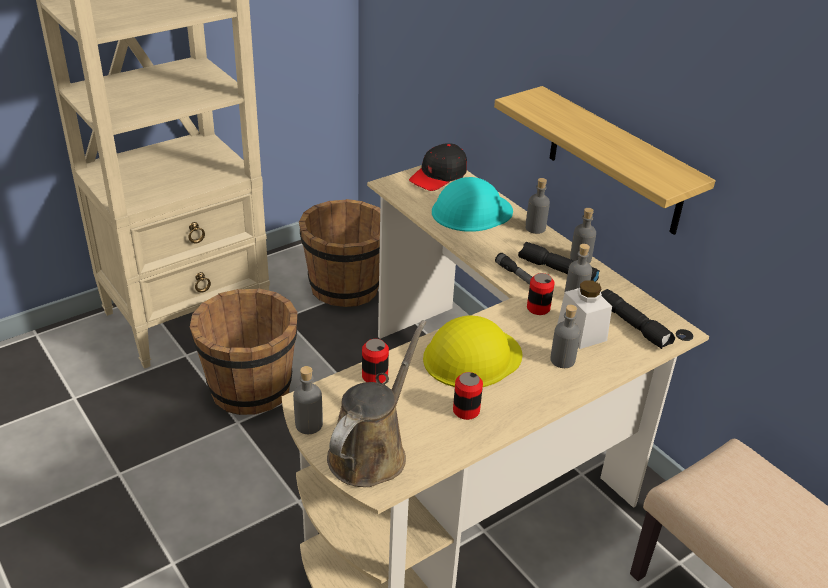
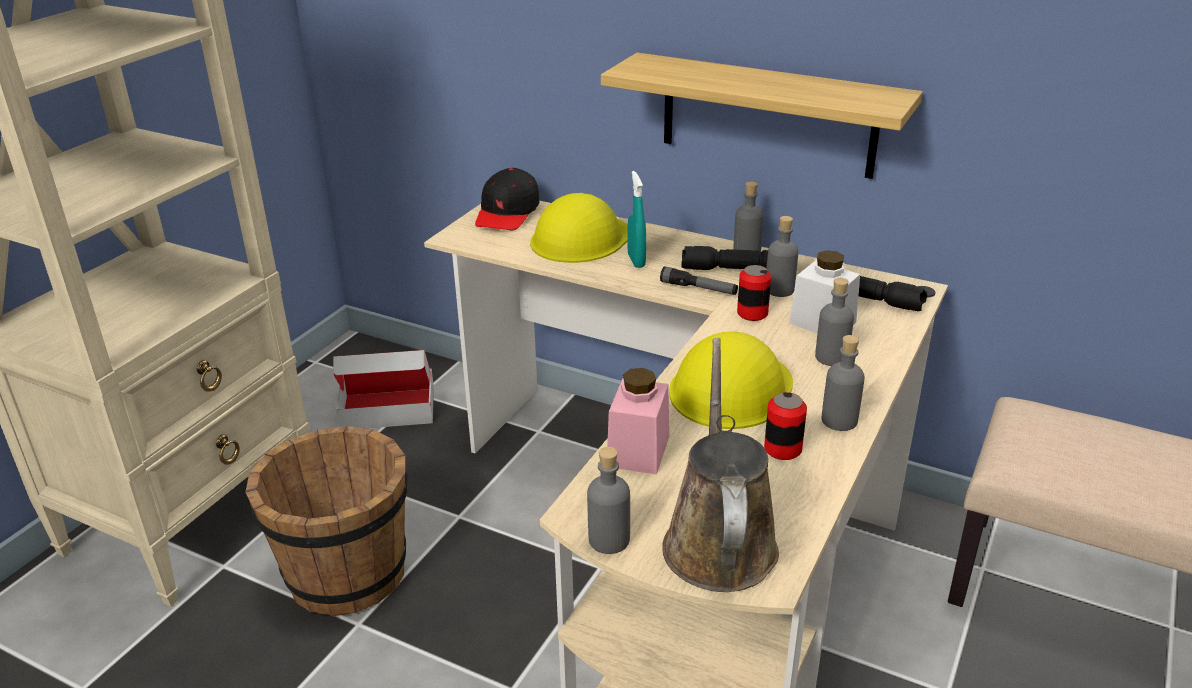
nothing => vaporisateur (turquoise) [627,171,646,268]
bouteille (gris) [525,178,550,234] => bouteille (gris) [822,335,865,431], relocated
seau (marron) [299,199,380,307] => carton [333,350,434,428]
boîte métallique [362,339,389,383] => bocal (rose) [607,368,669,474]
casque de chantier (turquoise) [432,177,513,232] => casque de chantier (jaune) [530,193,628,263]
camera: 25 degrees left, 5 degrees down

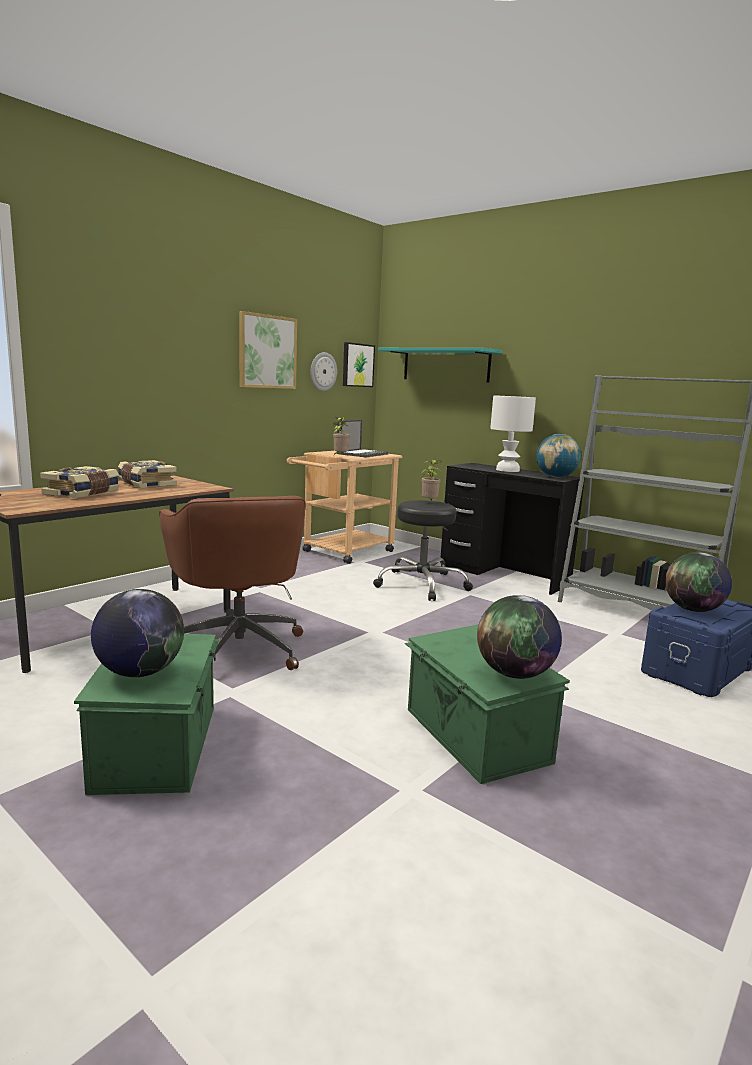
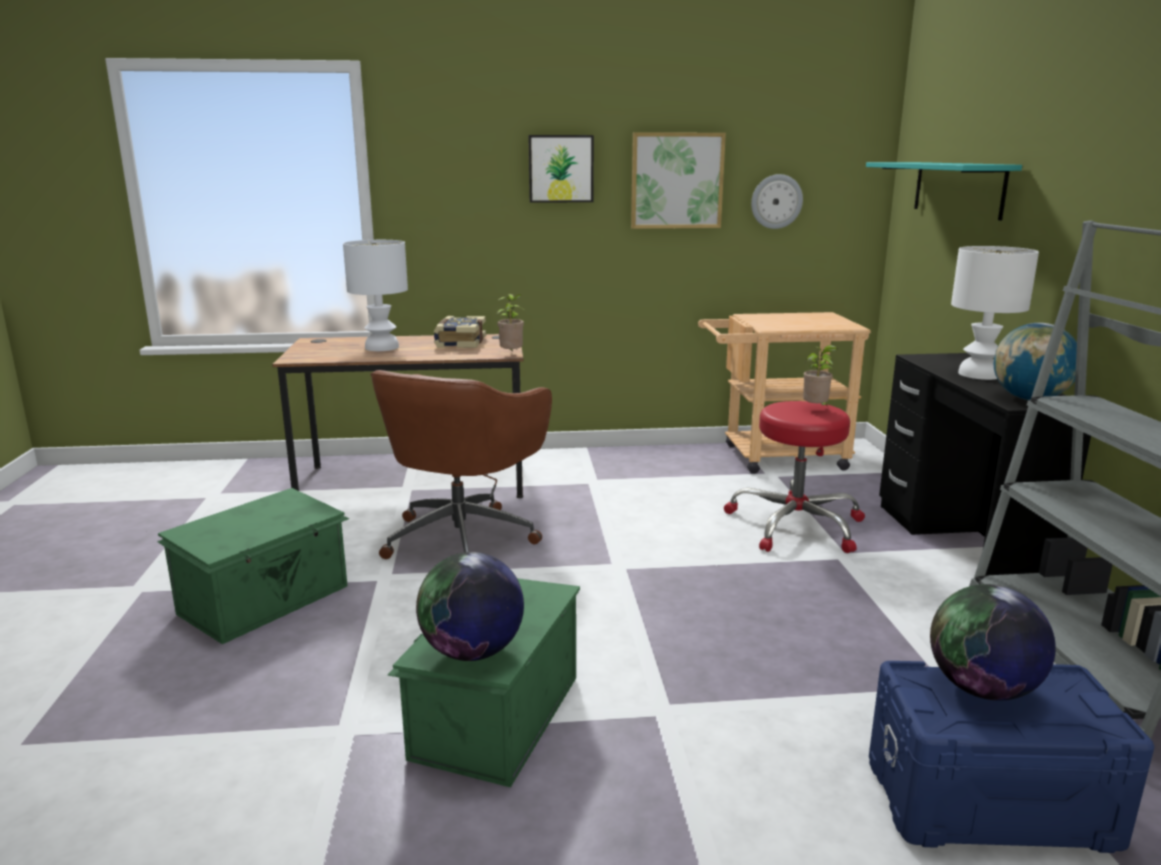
globe [91,589,184,677] => nothing
ordinateur portable [337,420,389,457] => nothing
plante en pot [333,417,350,455] => plante en pot [497,294,524,352], relocated
tableau [343,342,375,387] => tableau [528,135,594,203], relocated
livre [40,466,119,498] => lampe de table (blanc) [343,240,408,351]
tabouret (noir) [373,500,473,601] => tabouret (rouge) [724,401,865,553]
camera: 45 degrees right, 5 degrees up

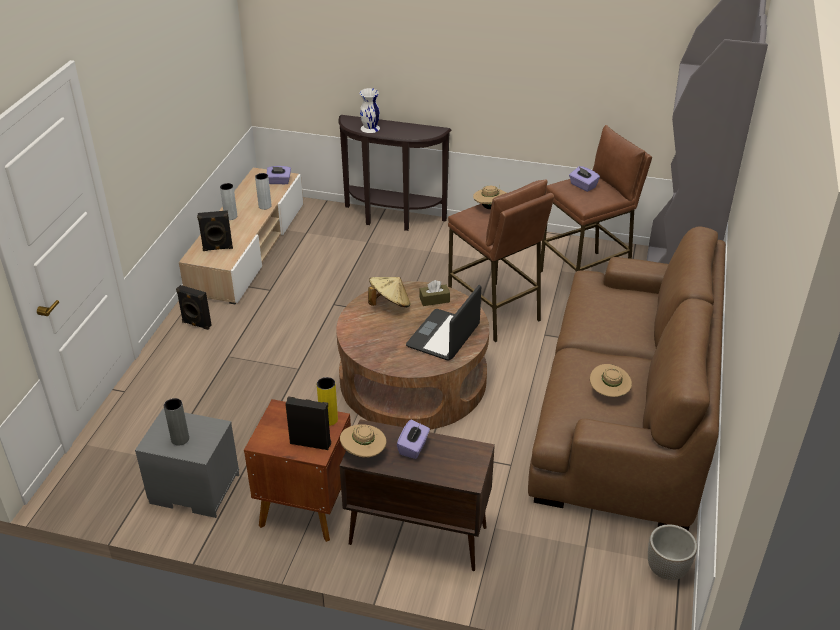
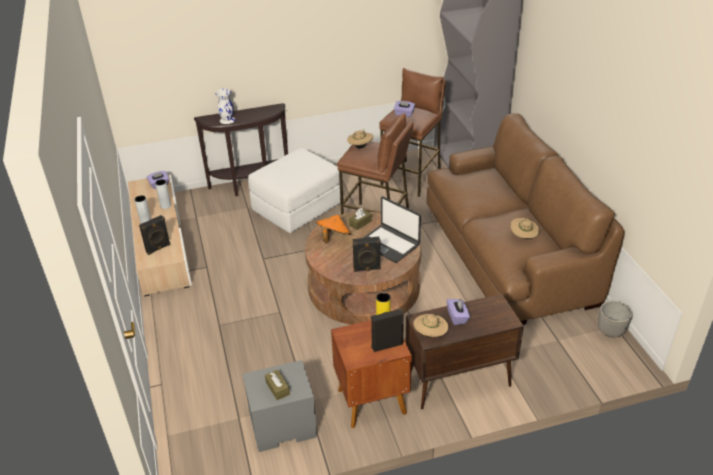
nothing => pouf (blanc) [248,148,340,233]
enceinte (noir) [176,285,212,330] => enceinte (noir) [353,237,381,272], relocated
vase (gris) [164,398,189,446] => boîte à mouchoirs (marron) [265,370,290,400]
chapeau (beige) [368,277,411,307] => chapeau (orange) [316,215,351,242]
ordinateur portable [406,285,481,361] => ordinateur portable [363,197,421,263], 45 degrees counterclockwise
camera: 30 degrees left, 0 degrees up

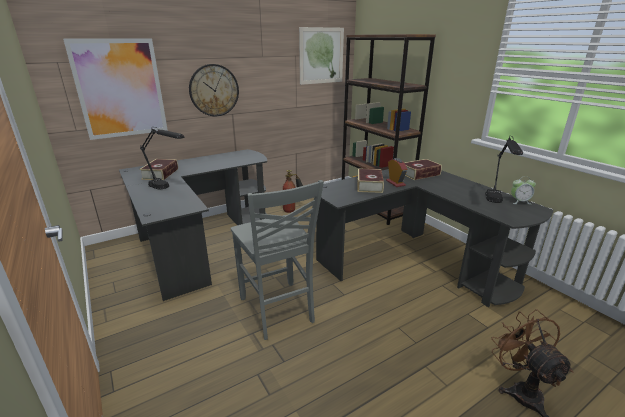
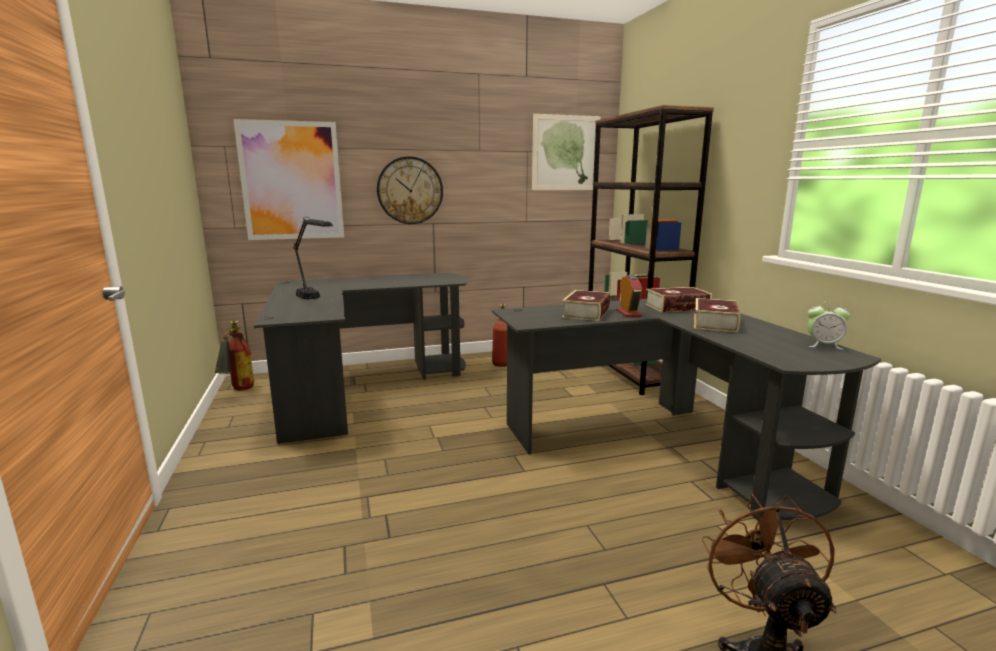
chaise (gris) [231,180,324,340] => nothing
lampe de table (noir) [485,136,523,203] => nothing
nothing => extincteur [215,320,254,390]
livre [139,159,178,180] => livre [694,298,740,333], relocated
camera: 15 degrees right, 10 degrees down

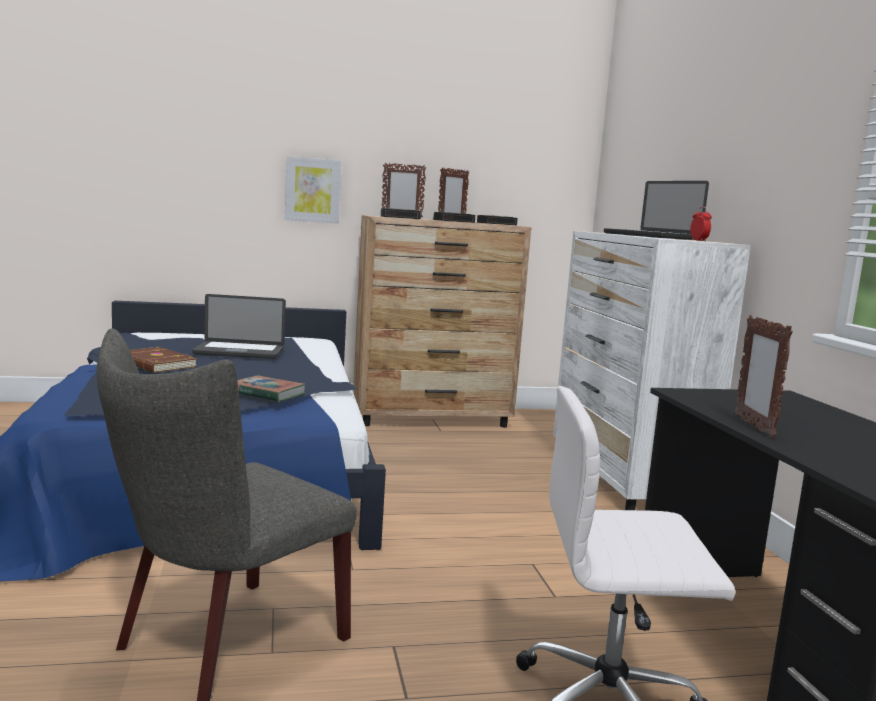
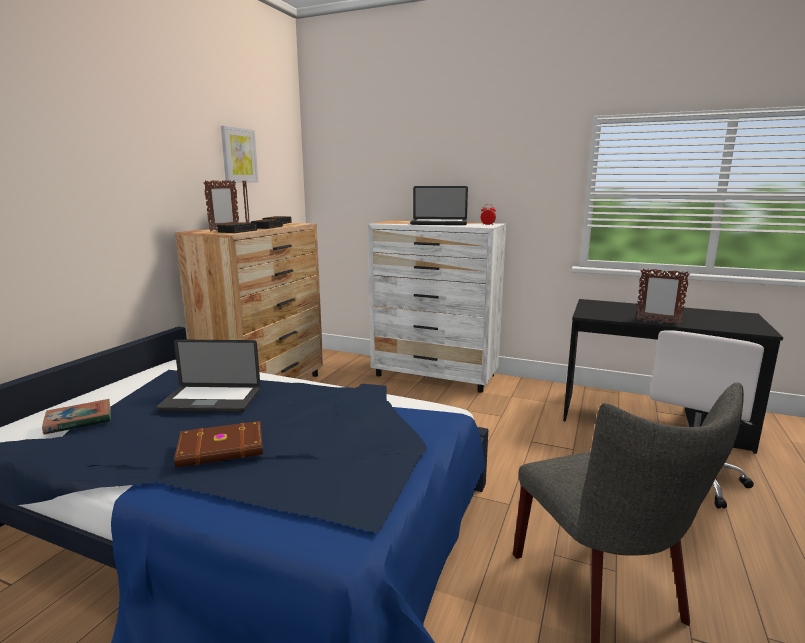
livre [237,375,306,402] => livre [42,399,111,435], relocated
tableau [285,156,342,223] => tableau [221,126,258,183], relocated
ordinateur portable [192,294,286,359] => ordinateur portable [156,339,260,412], 60 degrees clockwise
camera: 55 degrees left, 5 degrees up

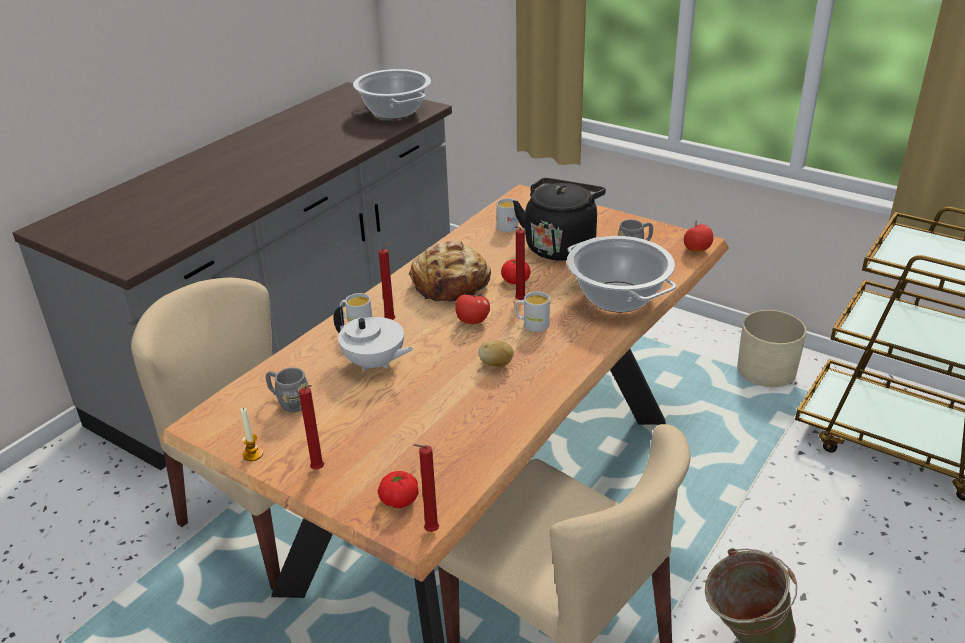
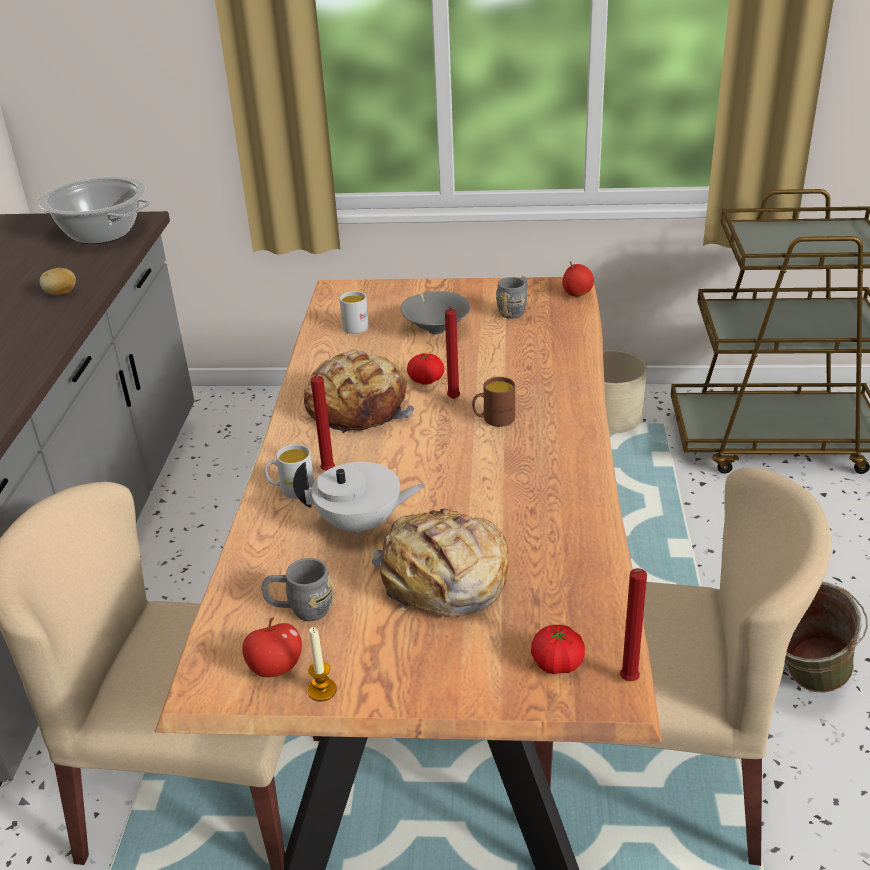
bougie (rouge) [299,385,324,469] => nothing
marmite [567,236,677,313] => nothing
nothing => pain [372,509,509,617]
pomme [455,290,490,324] => pomme [242,617,302,677], relocated
pomme de terre [479,340,514,367] => pomme de terre [40,268,76,295], relocated
bouilloire (noir) [513,178,606,261] => bol (gris) [401,291,471,335]
mug (blanc) [515,291,550,332] => mug (marron) [472,377,515,427]
camera: 30 degrees left, 0 degrees up

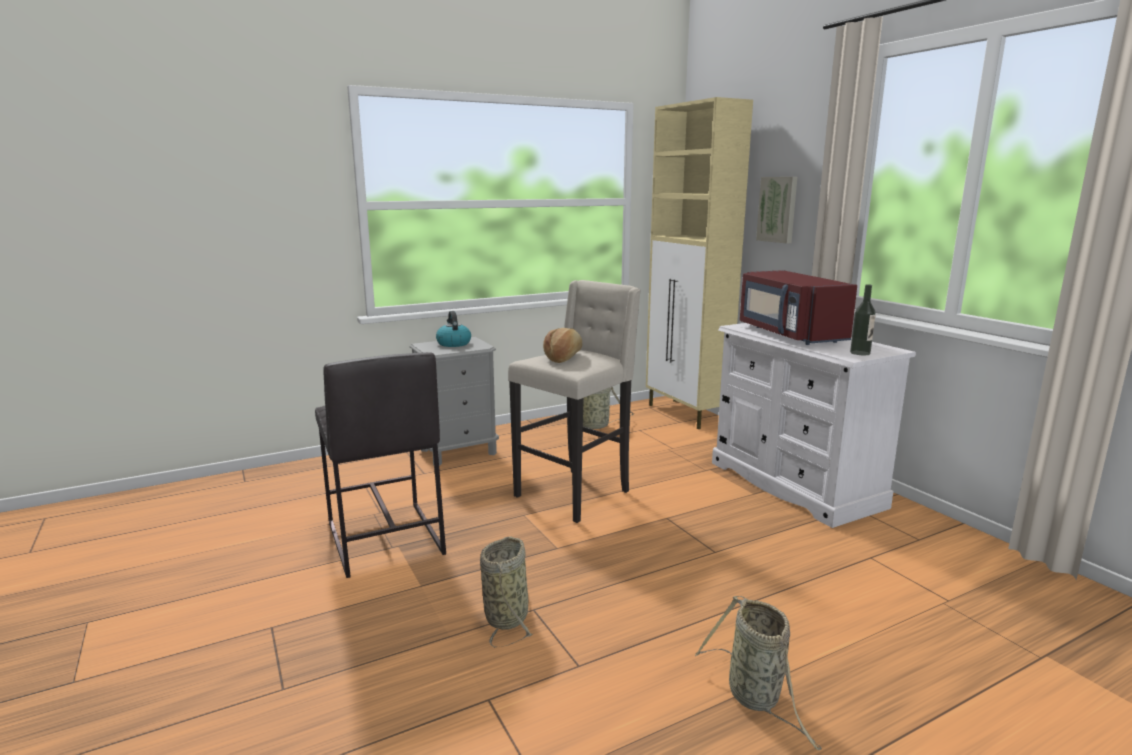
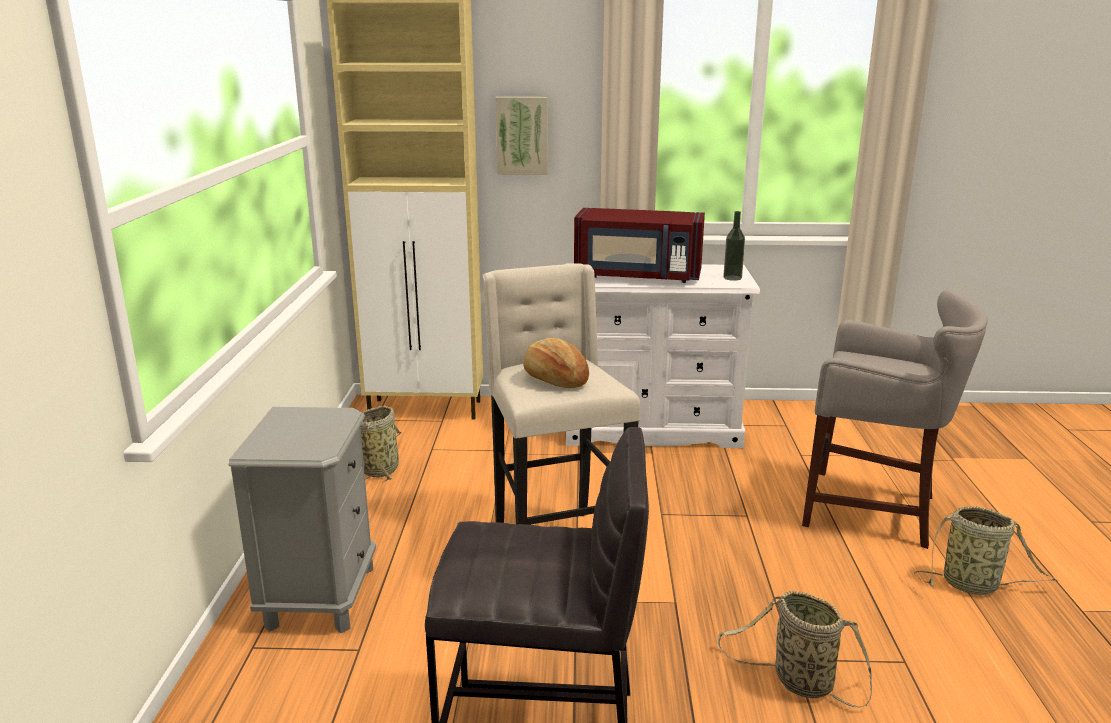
bouilloire [436,311,471,347] => nothing
nothing => tabouret (gris) [802,290,988,549]
camera: 60 degrees left, 5 degrees up

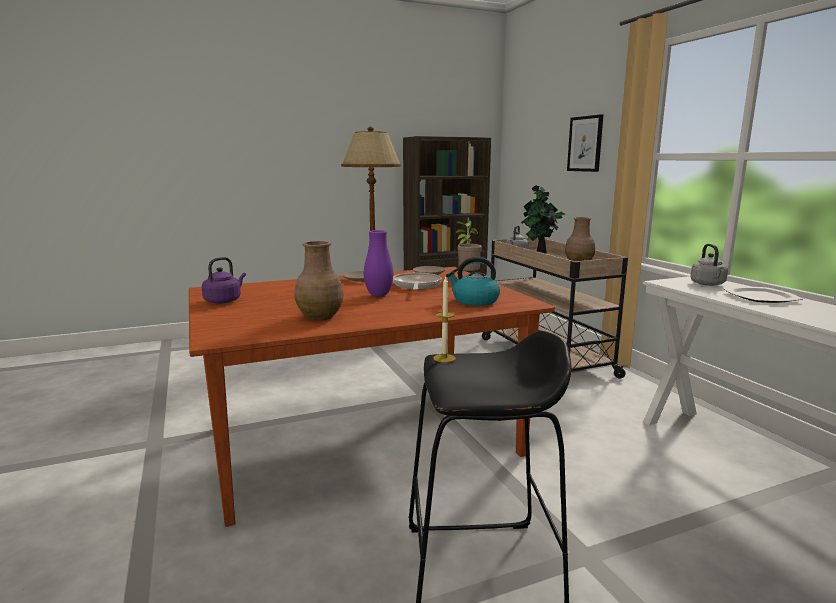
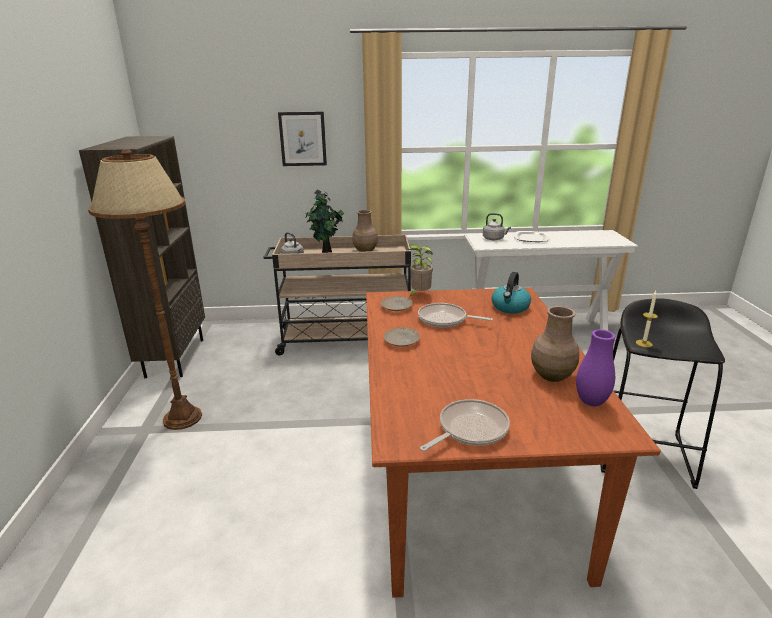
vase (violet) [364,230,393,297] => vase (violet) [576,329,616,406], relocated
bouilloire (violet) [202,257,246,304] => poêle [420,399,510,451]
camera: 70 degrees left, 10 degrees up

